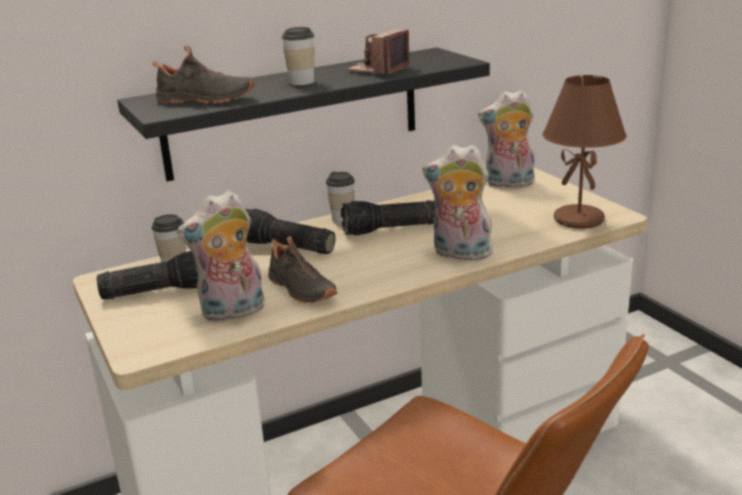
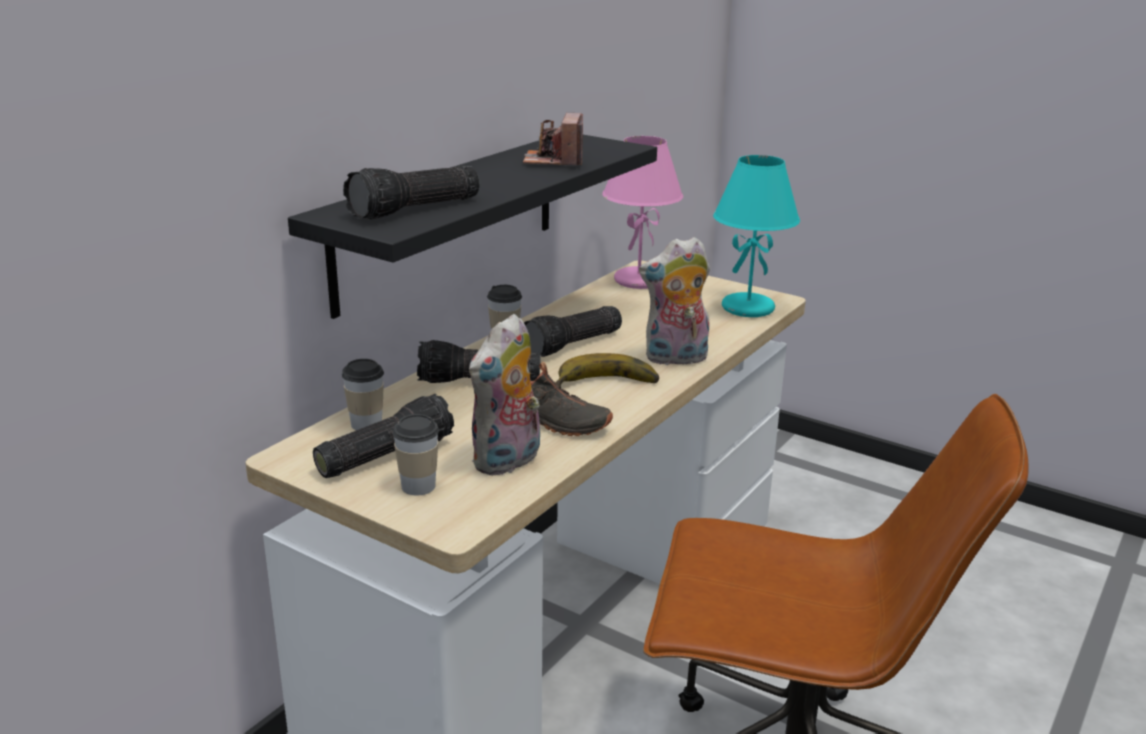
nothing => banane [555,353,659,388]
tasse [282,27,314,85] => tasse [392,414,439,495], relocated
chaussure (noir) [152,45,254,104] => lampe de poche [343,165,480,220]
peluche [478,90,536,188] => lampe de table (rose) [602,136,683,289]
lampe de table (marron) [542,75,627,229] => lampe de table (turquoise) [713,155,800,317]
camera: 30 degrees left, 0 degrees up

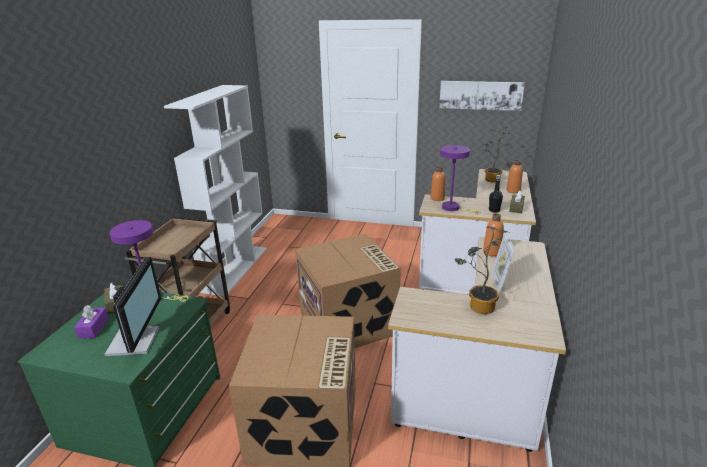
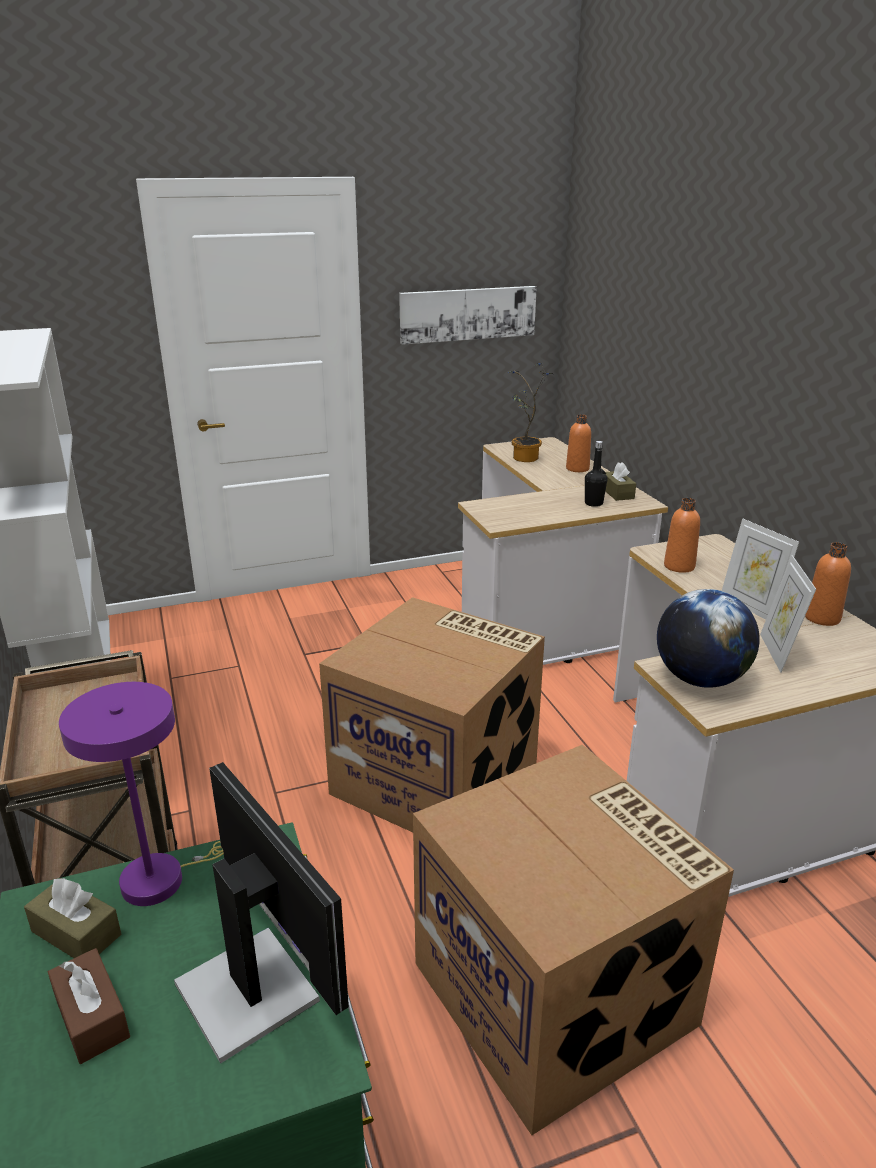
lampe de table (violet) [440,145,481,214] => nothing
nothing => globe [657,589,760,688]
bouteille (orange) [431,167,445,201] => bouteille (orange) [805,542,851,626], relocated
plante en pot [455,226,508,314] => cadre photo [760,555,816,673]
boîte à mouchoirs (violet) [74,305,109,339] => boîte à mouchoirs (marron) [48,948,130,1064]
camera: 35 degrees left, 0 degrees up

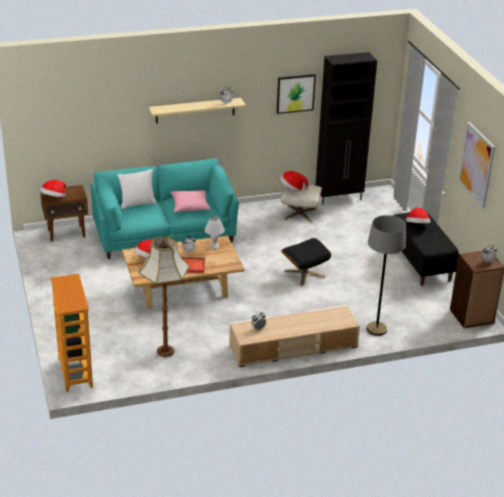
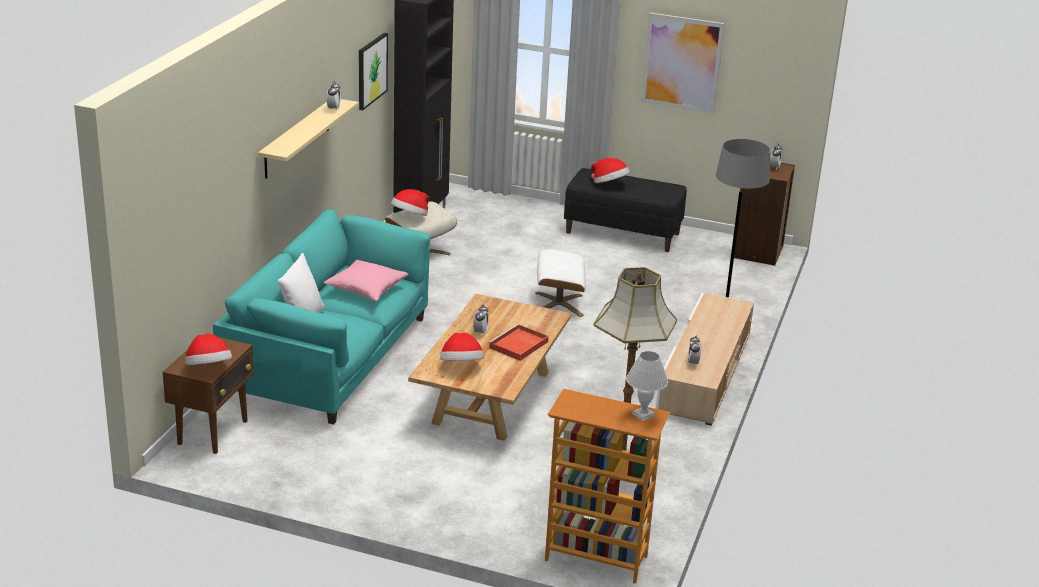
lampe de table (blanc) [205,216,225,249] => lampe de table (blanc) [626,351,668,422], relocated
pouf (noir) [281,238,331,286] => pouf (blanc) [535,249,586,317]
camera: 55 degrees left, 5 degrees down

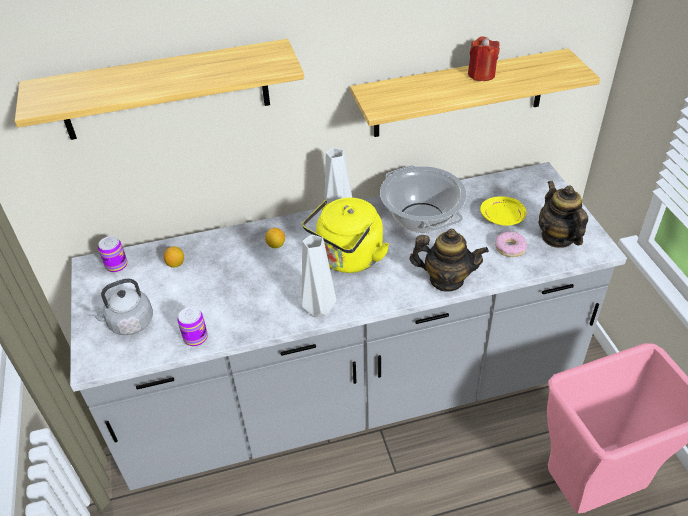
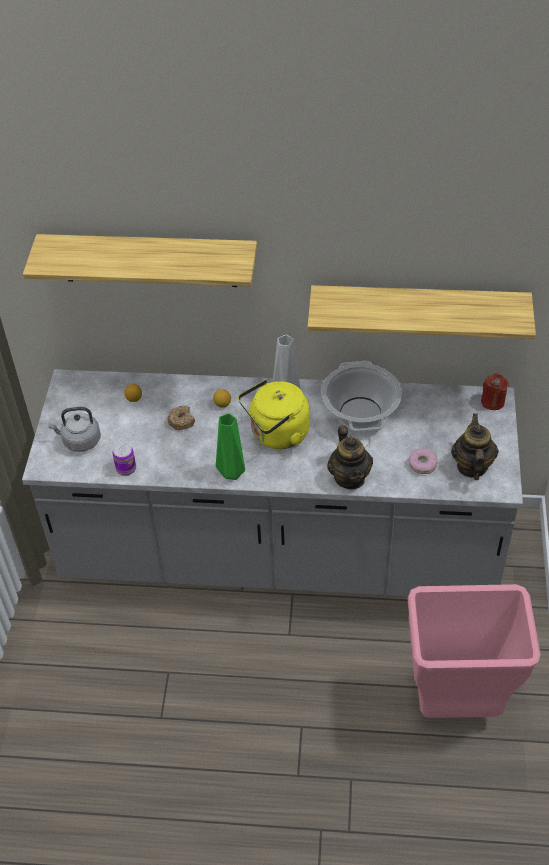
boîte métallique [98,236,127,273] => nothing
assiette (jaune) [480,196,527,226] => nothing
nothing => beignet [167,406,195,430]
bougie (rouge) [468,37,500,81] => bougie (rouge) [481,373,509,410], relocated
vase (gris) [302,235,336,317] => vase (vert) [216,413,245,480]
théière [409,229,489,292] => théière [328,425,373,490], 45 degrees clockwise
camera: 20 degrees right, 5 degrees up

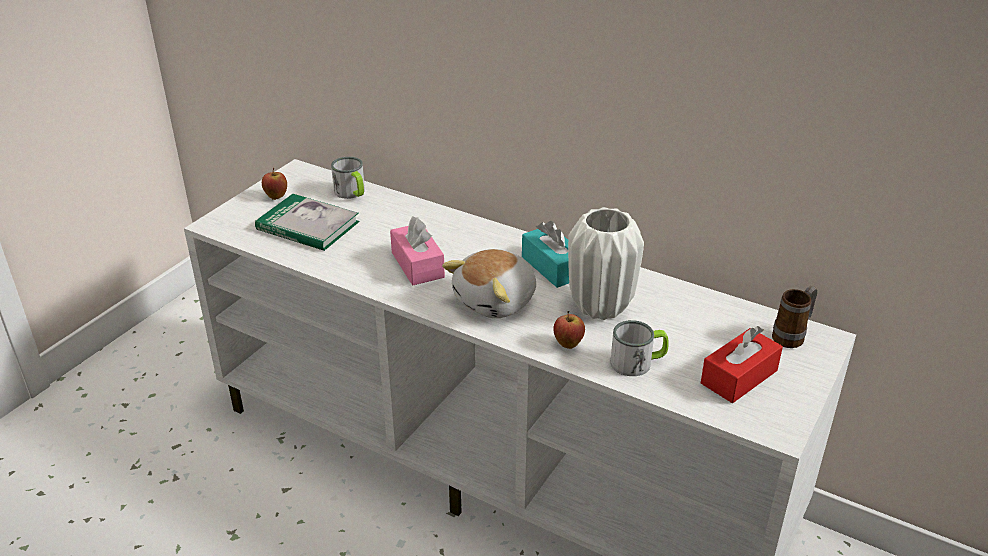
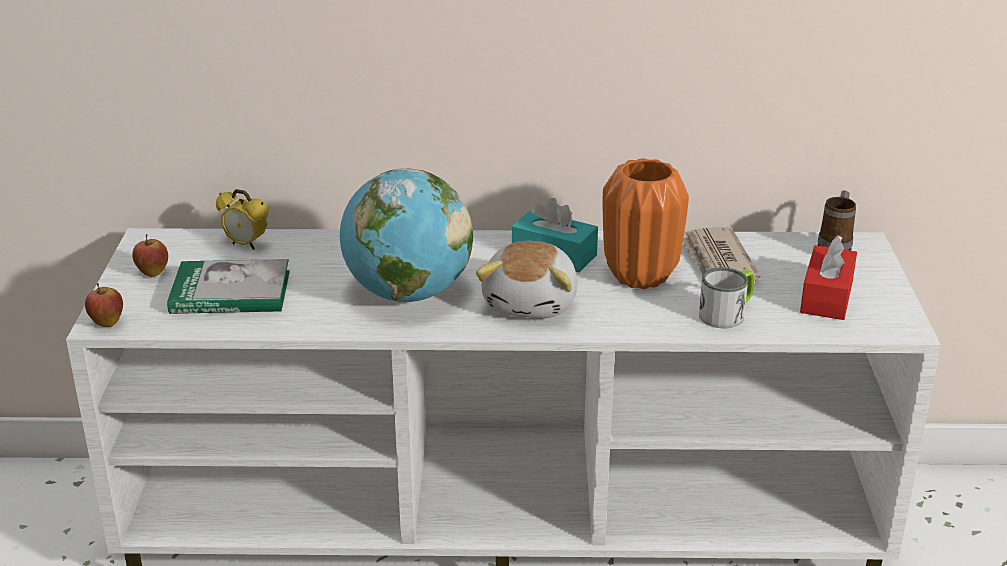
nothing => journal [683,227,761,282]
pomme [553,311,585,349] => pomme [85,283,123,327], relocated
mug [331,157,365,199] => réveil [216,189,268,250]
boîte à mouchoirs (rose) [390,216,445,285] => globe [340,169,473,302]
vase (blanc) [568,207,644,320] => vase (orange) [602,158,689,289]
camera: 30 degrees left, 5 degrees down

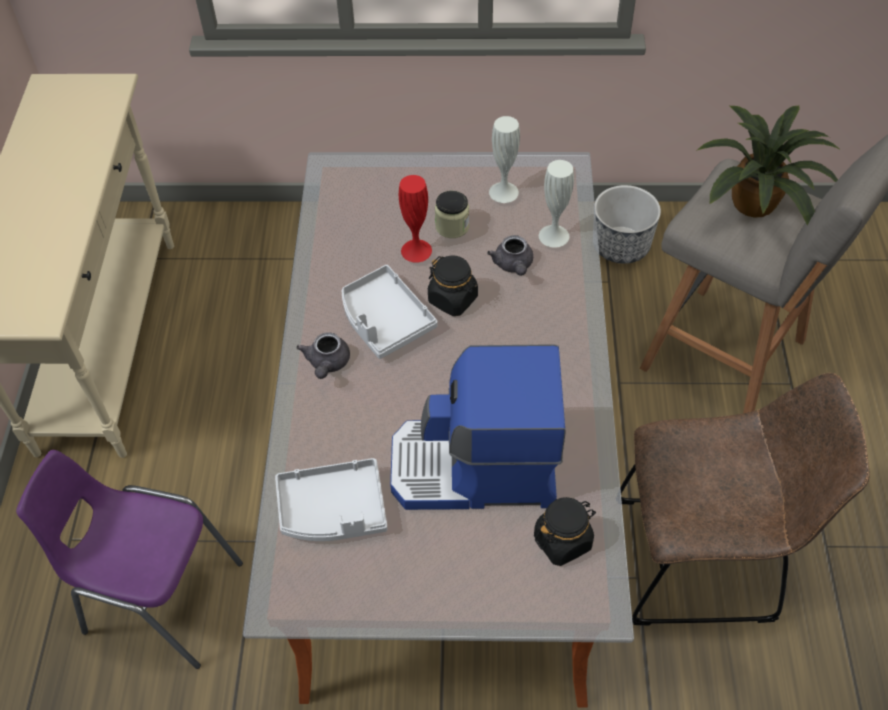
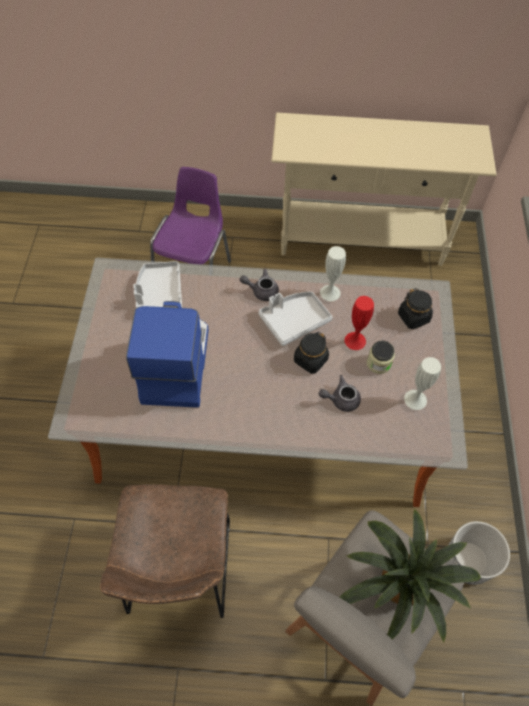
bocal (noir) [534,497,596,566] => bocal (noir) [398,288,433,329], relocated
vase (blanc) [539,160,574,248] => vase (blanc) [320,246,346,301], relocated
camera: 90 degrees right, 5 degrees up

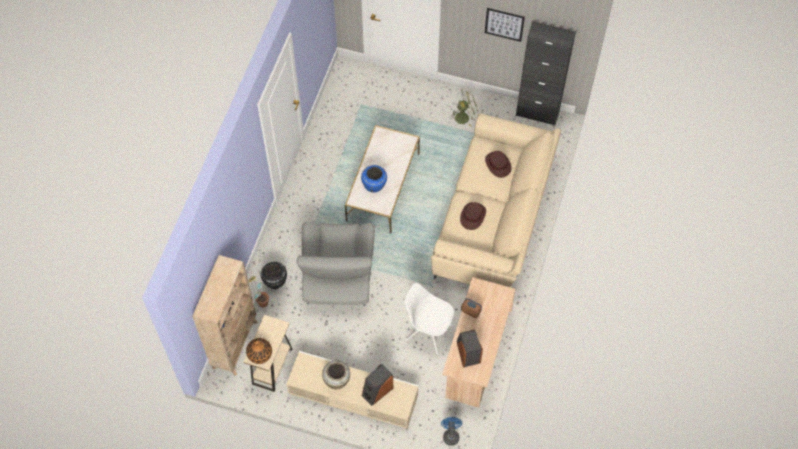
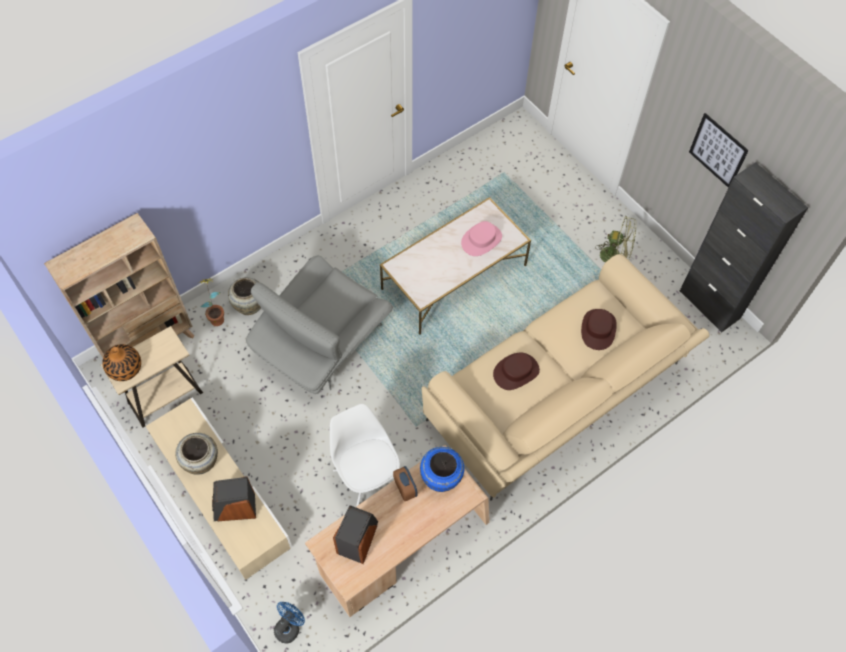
nothing => chapeau (rose) [461,221,502,256]
vase (bleu) [361,165,387,193] => vase (bleu) [420,447,464,492], relocated
vase (noir) [261,262,287,289] => vase (beige) [228,277,261,315]
camera: 35 degrees right, 0 degrees up

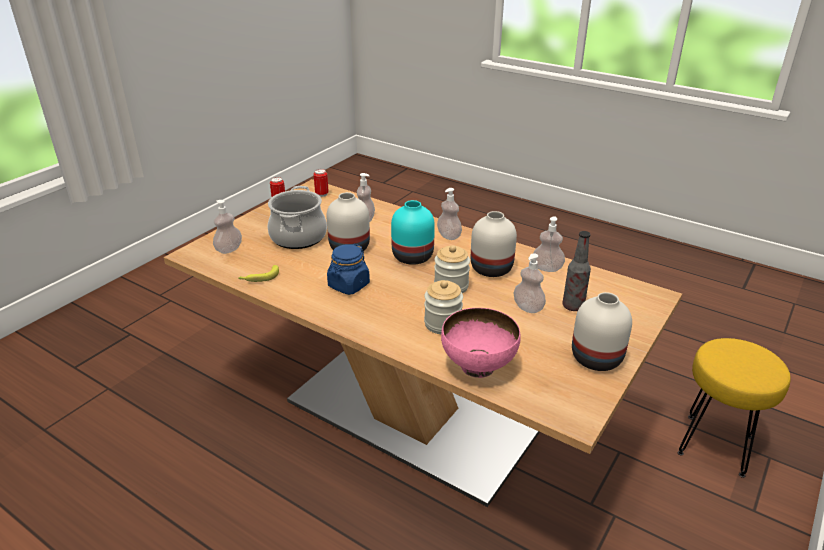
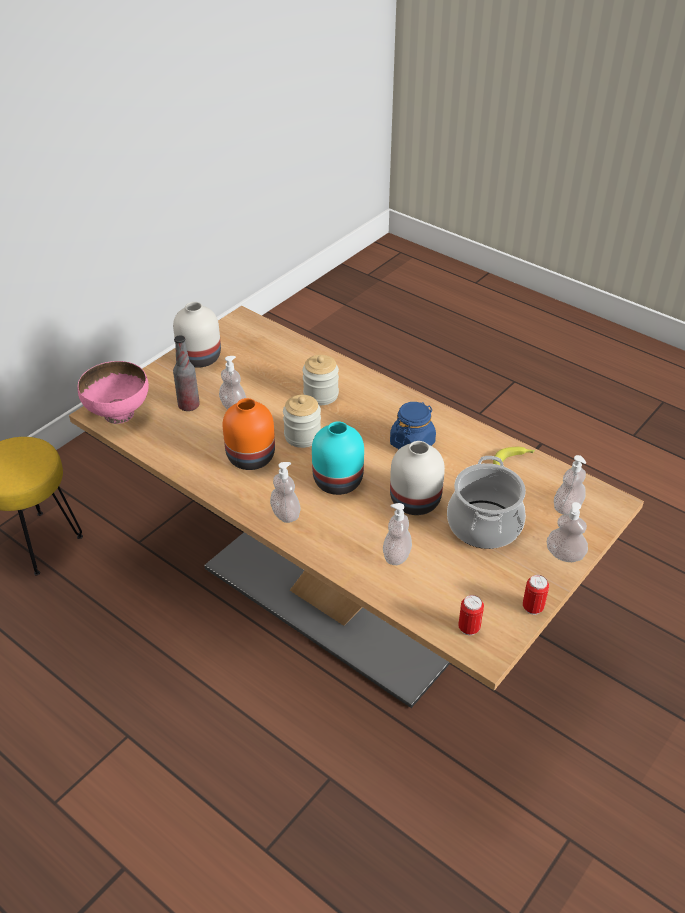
bol (rose) [441,308,521,378] => bol (rose) [77,361,149,424], relocated
distributeur de savon [534,216,565,272] => distributeur de savon [547,502,588,562], relocated
vase (blanc) [471,211,517,277] => vase (orange) [223,398,275,470]
camera: 175 degrees left, 10 degrees up

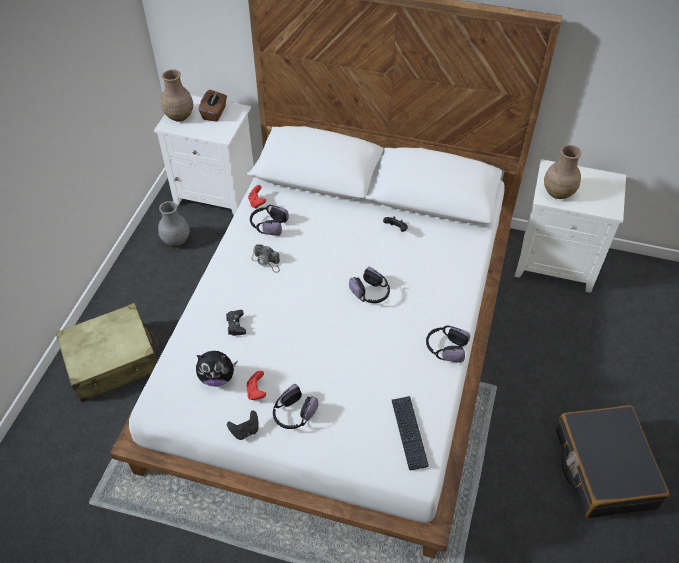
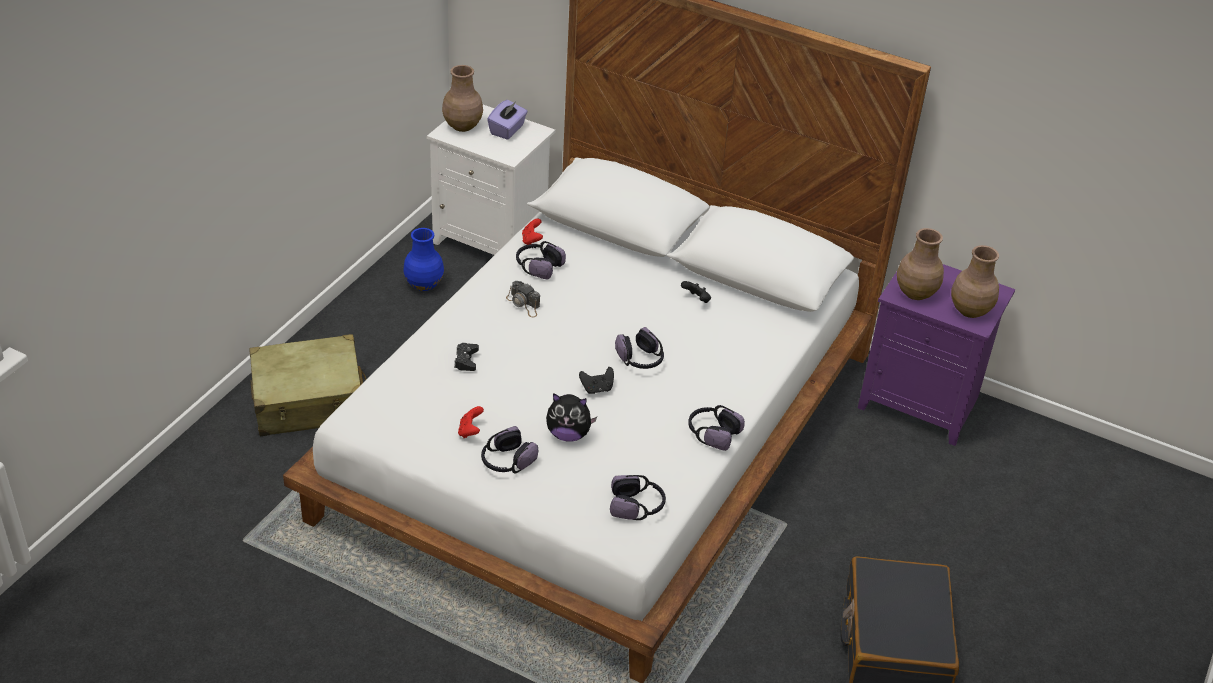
nothing => vase (marron) [951,245,999,318]
peluche [196,351,237,386] => peluche [546,393,597,442], relocated
manette (noir) [227,410,259,440] => manette (noir) [579,367,614,394], relocated
clavier [392,396,429,470] => casque audio [610,475,666,520]
vase (gris) [158,201,189,246] => vase (bleu) [403,228,444,291]
boîte à mouchoirs (marron) [199,90,227,122] => boîte à mouchoirs (violet) [487,100,528,140]
table de chevet (blanc) [515,159,626,293] => table de chevet (violet) [858,264,1015,446]
camera: 10 degrees right, 10 degrees down

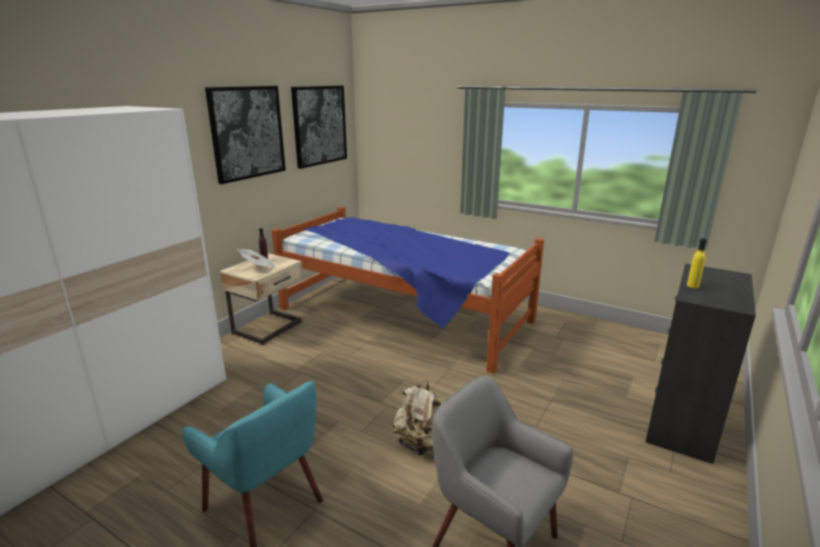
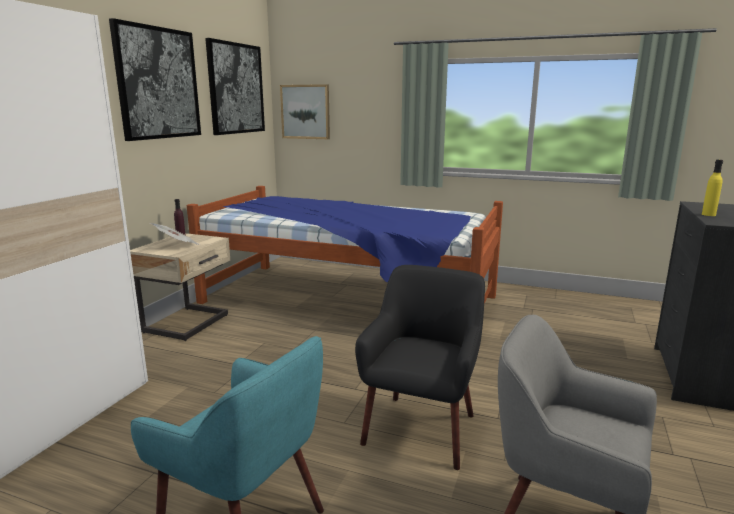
nothing => tableau [280,84,330,139]
sac à dos (beige) [393,381,441,455] => fauteuil (noir) [355,265,485,470]
camera: 10 degrees left, 5 degrees down

